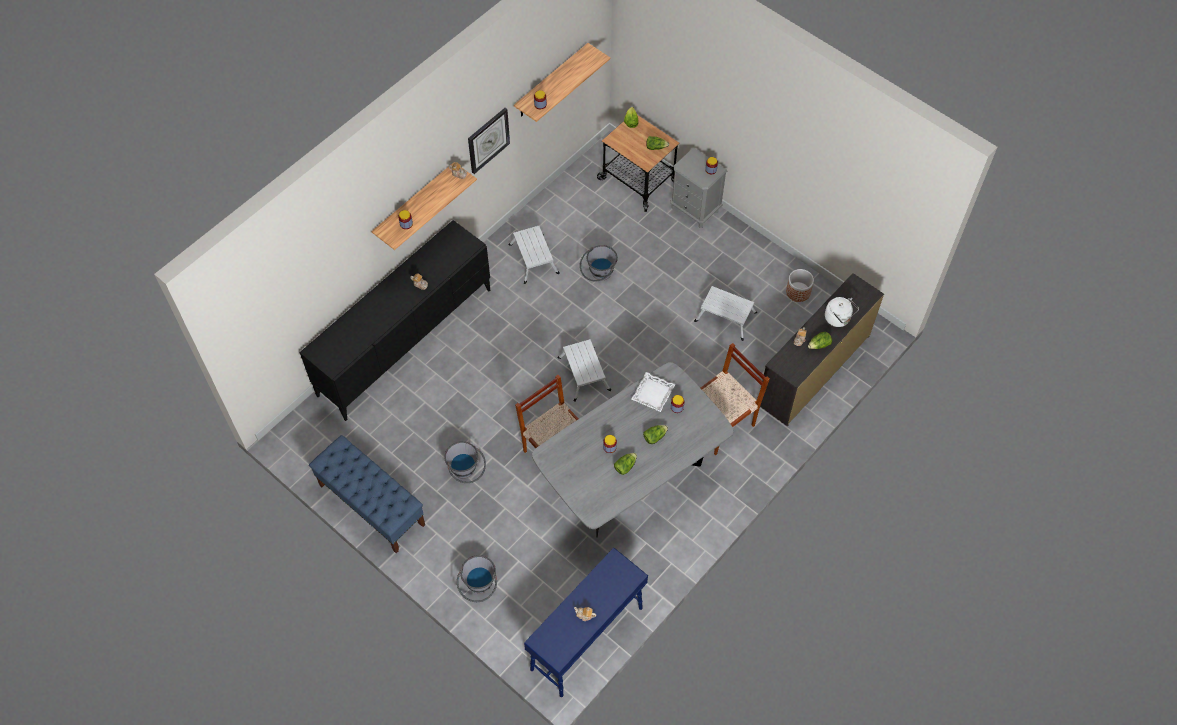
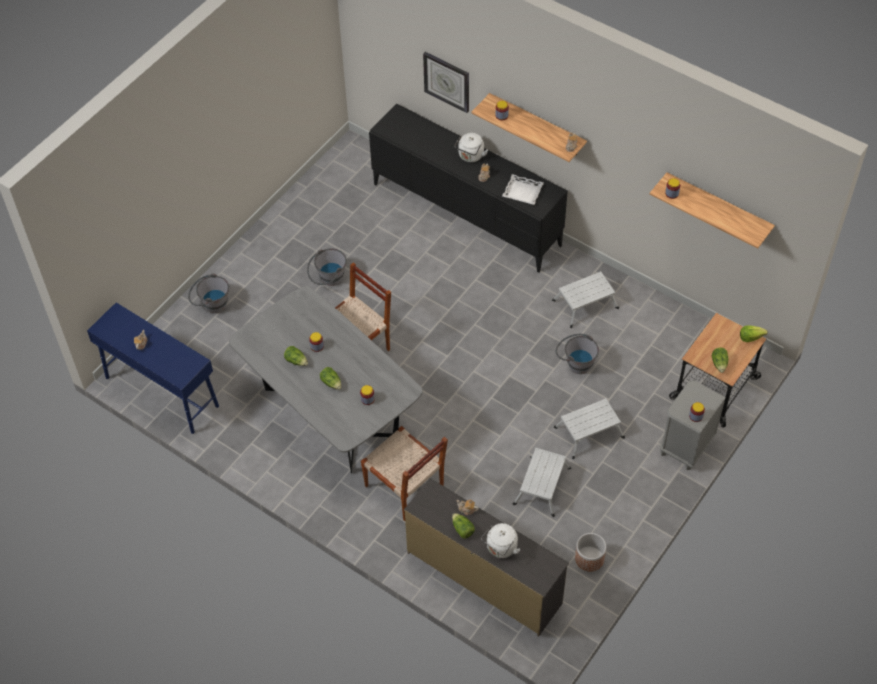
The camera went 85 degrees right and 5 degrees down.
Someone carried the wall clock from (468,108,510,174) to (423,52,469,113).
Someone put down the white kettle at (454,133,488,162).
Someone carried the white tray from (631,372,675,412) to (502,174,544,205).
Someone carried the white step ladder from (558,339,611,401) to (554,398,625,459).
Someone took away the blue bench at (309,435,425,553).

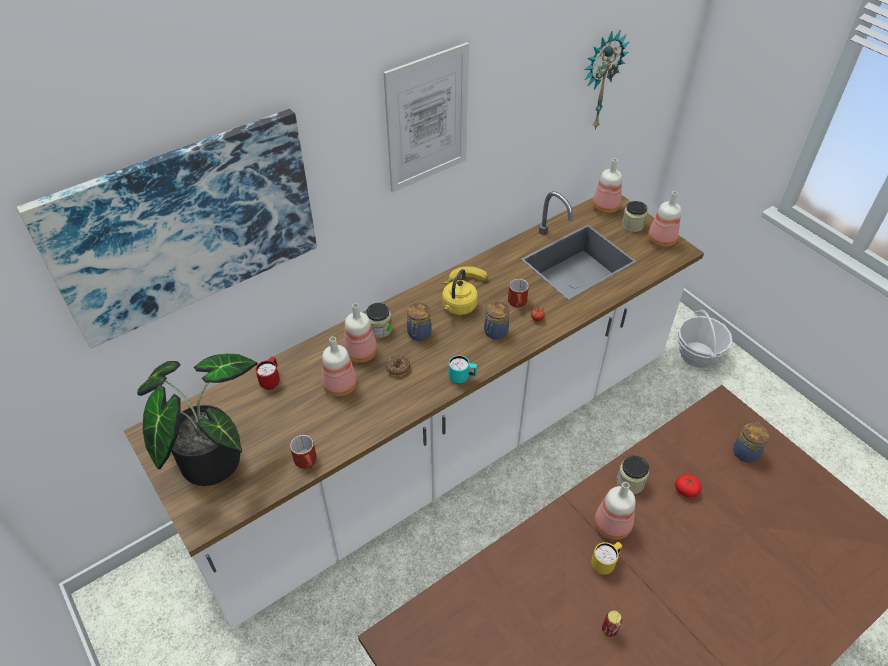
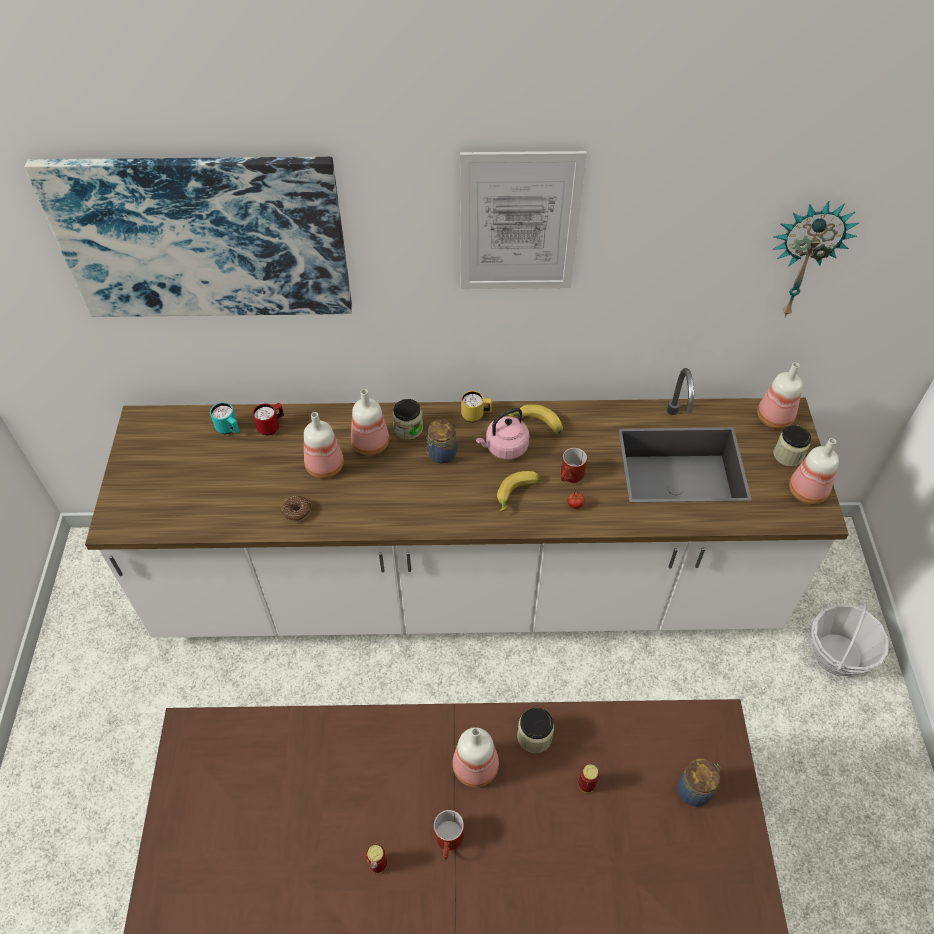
The camera went 35 degrees right and 5 degrees up.
Someone carried the turquoise mug from (449,355,477,384) to (210,402,239,434).
Someone carried the donut from (386,355,411,376) to (282,496,311,522).
Someone carried the red mug from (290,435,317,469) to (434,810,464,859).
Someone carried the yellow mug from (591,542,622,575) to (461,391,492,422).
Someone repainted the yellow kettle at (442,269,478,315), which became the pink kettle at (476,408,529,460).
Someone swapped the jar at (484,302,509,340) for the banana at (497,471,541,512).
Someone swapped the tomato at (675,474,702,498) for the can at (578,764,600,793).
Someone took away the potted plant at (137,354,258,486).

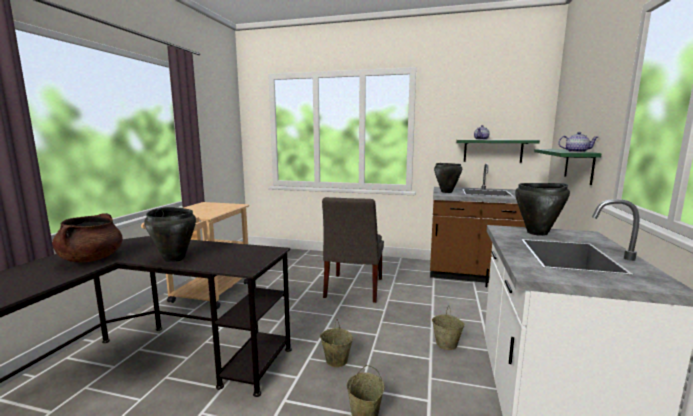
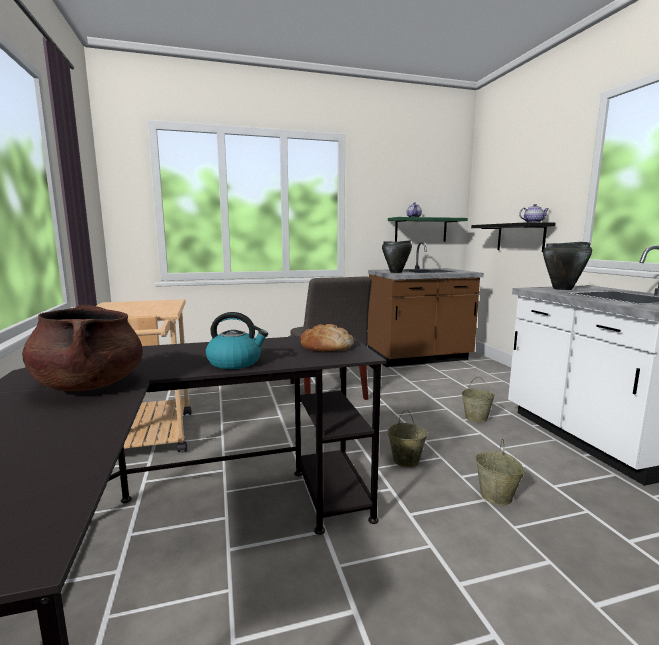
The camera went 30 degrees left and 0 degrees up.
Someone swapped the black cooking pot at (144,207,196,262) for the kettle at (206,312,268,369).
Someone put down the bread at (300,324,354,352).
Someone repainted the green shelf at (534,149,602,185), which became the black shelf at (471,222,556,252).

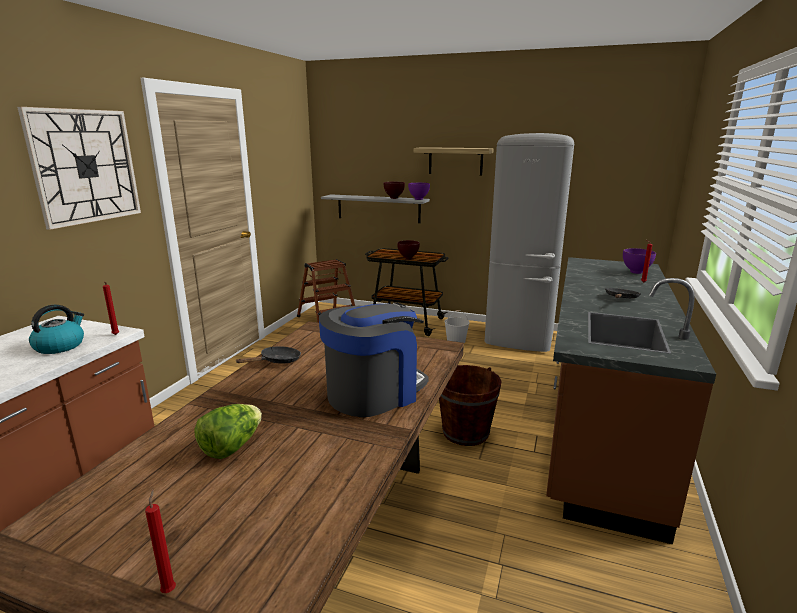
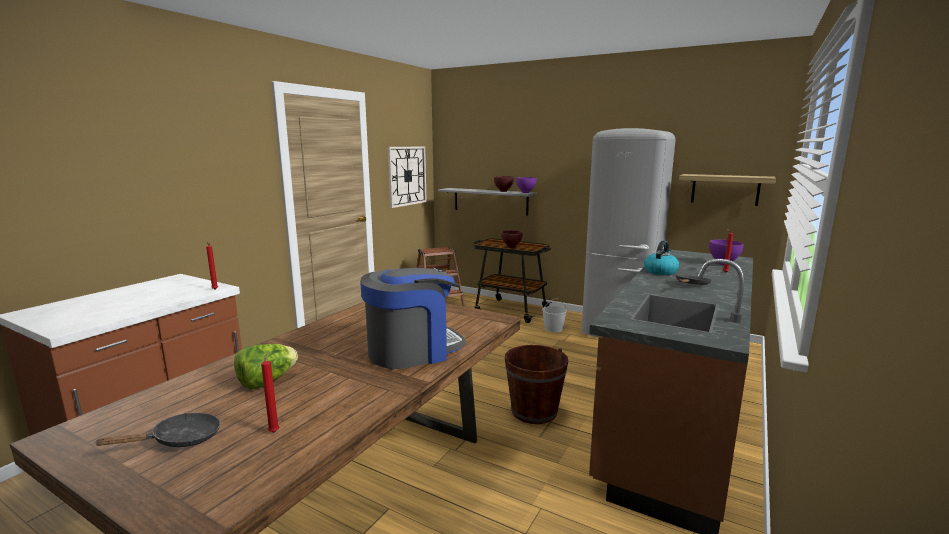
The camera went 10 degrees right and 5 degrees down.
Someone carried the black frying pan from (236,346,301,364) to (94,413,220,447).
Someone carried the red candle from (145,490,176,593) to (261,351,279,433).
Someone carried the wall clock from (17,107,141,230) to (387,147,427,208).
Someone carried the kettle from (29,305,84,354) to (644,241,679,275).
Someone carried the shelf from (413,147,494,176) to (679,174,776,206).

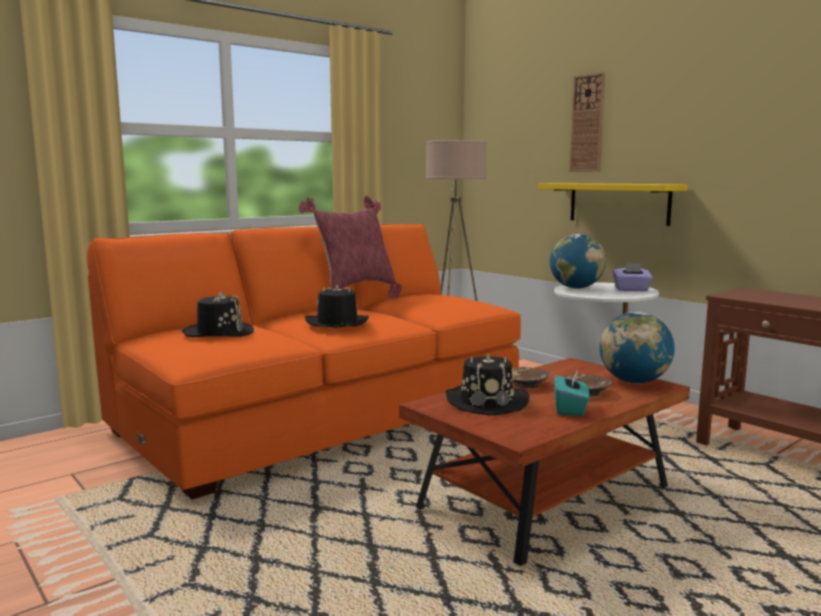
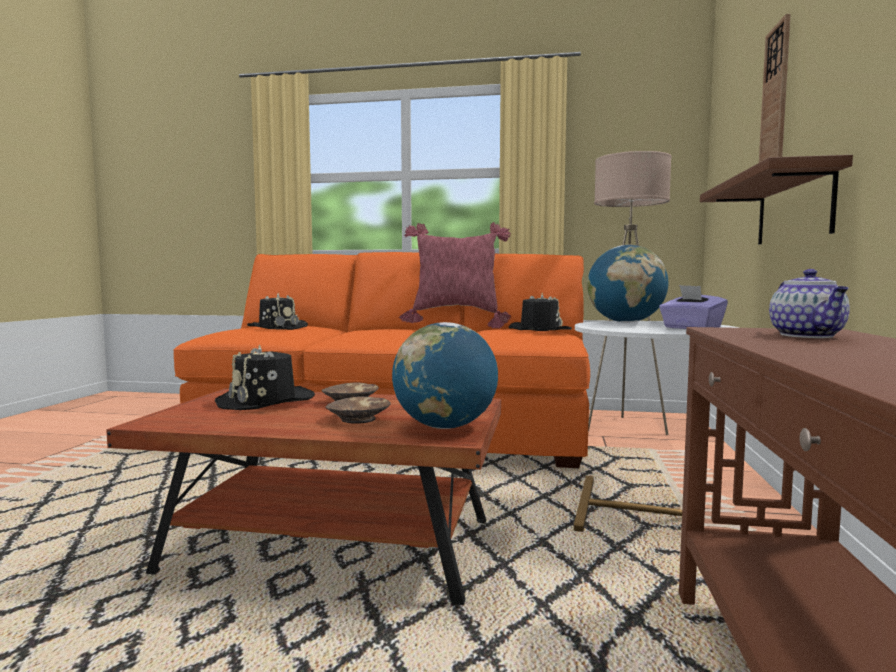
The camera went 50 degrees right and 5 degrees down.
Someone carried the black hat from (305,285,369,328) to (509,293,572,331).
Someone repainted the yellow shelf at (538,183,688,226), which became the brown shelf at (700,155,853,244).
Someone put down the teapot at (769,269,850,338).
Someone took away the turquoise tissue box at (554,371,589,416).

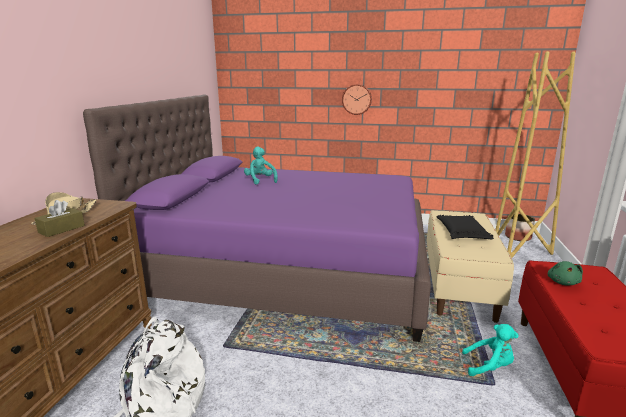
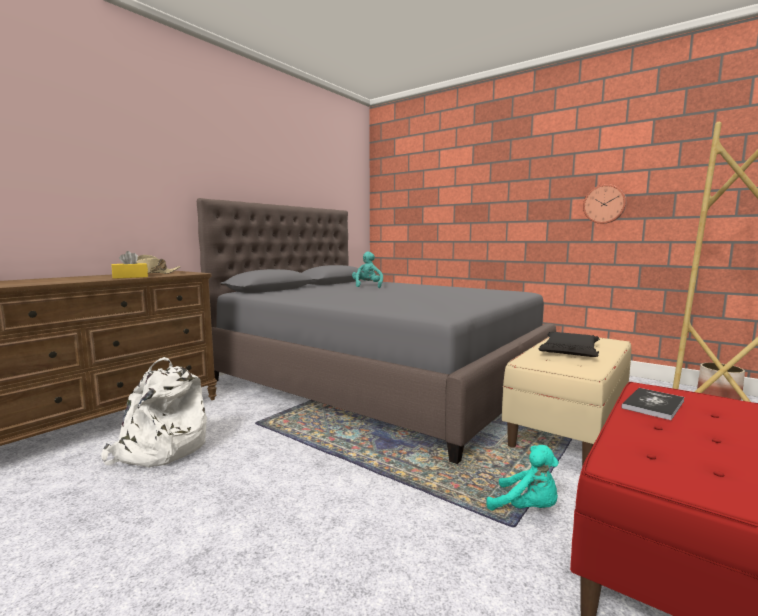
The camera went 25 degrees right and 10 degrees down.
Someone repainted the brown tissue box at (34,200,85,237), which became the yellow tissue box at (111,251,148,279).
Someone repainted the purple bed at (83,94,431,342), which became the grey bed at (197,198,556,464).
Someone carried the wall clock from (342,84,372,115) to (583,184,626,224).
Someone swapped the green plush toy at (548,261,583,286) for the book at (621,388,684,420).

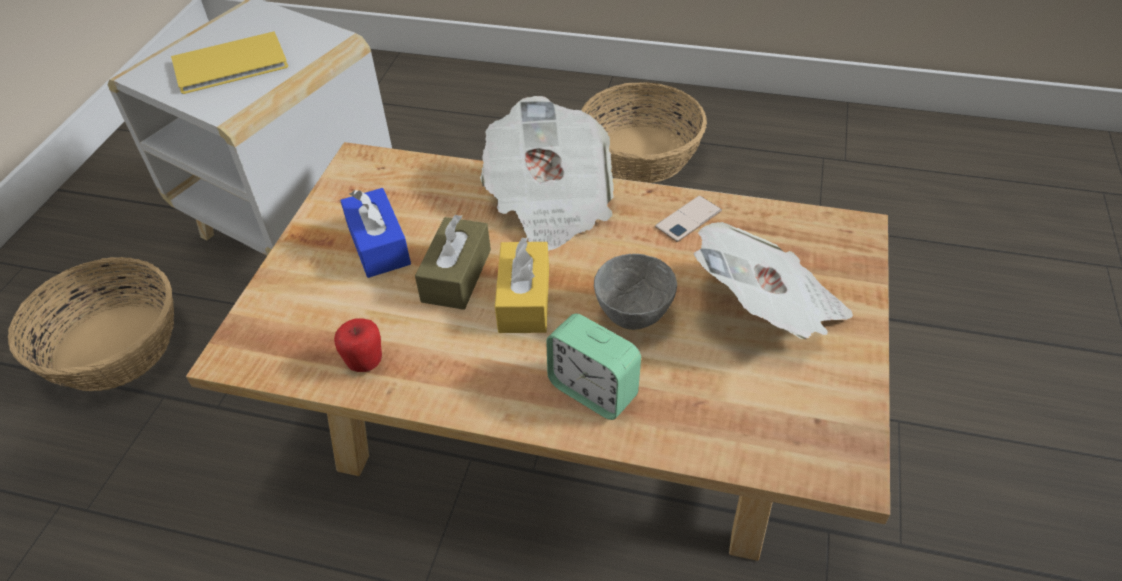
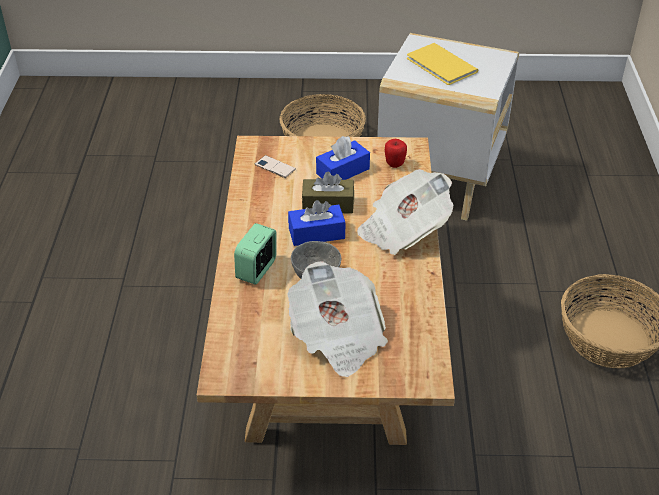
The camera went 75 degrees right and 5 degrees down.
Someone carried the phone from (655,196,722,242) to (255,155,296,178).
Someone repainted the yellow tissue box at (495,237,549,333), which became the blue tissue box at (288,200,345,246).
Someone carried the apple from (334,318,382,372) to (385,139,407,168).

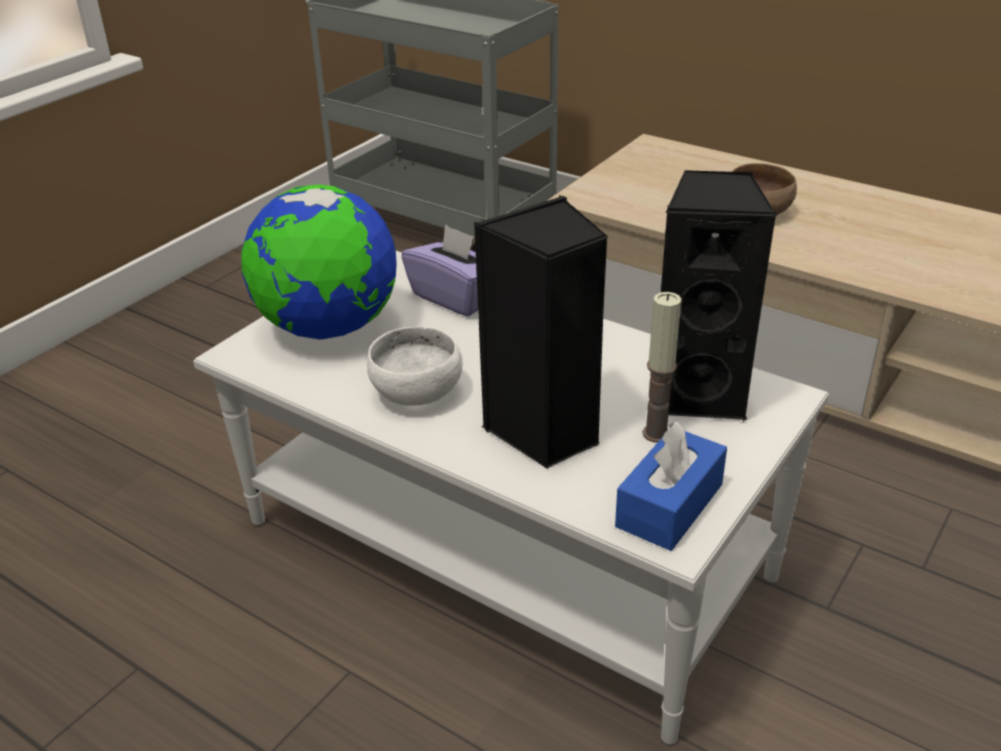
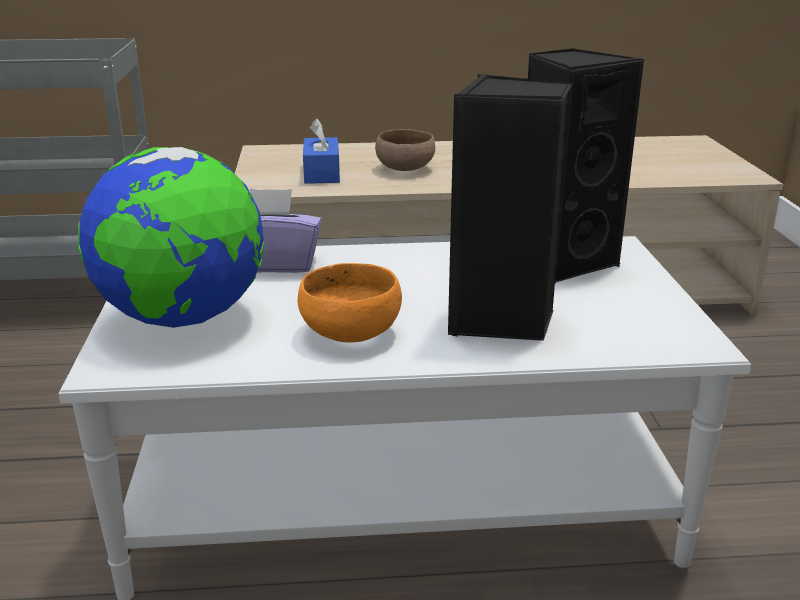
The camera went 40 degrees left and 10 degrees down.
Someone repainted the white bowl at (367,327,463,406), which became the orange bowl at (298,263,402,342).
Someone carried the blue tissue box from (615,422,727,551) to (303,118,340,184).
Someone took away the candle at (642,292,682,443).

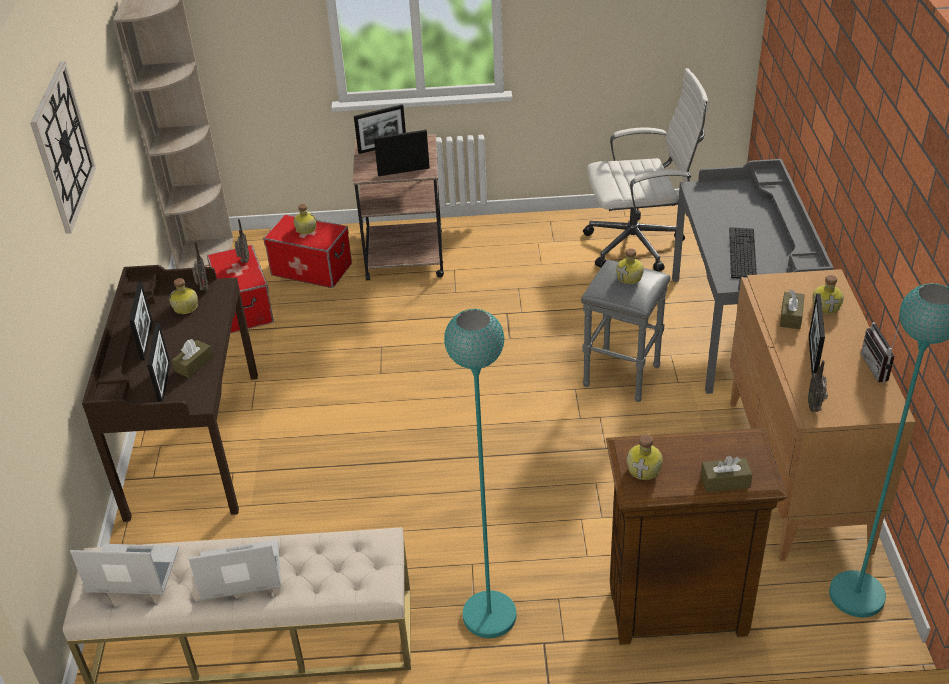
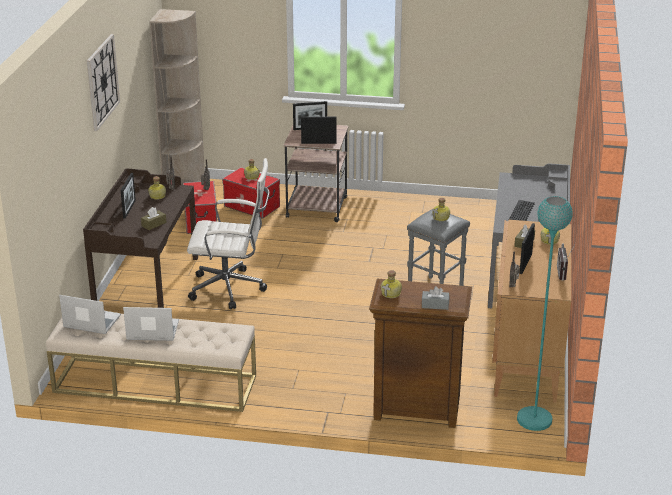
The camera went 10 degrees right and 10 degrees down.
Someone carried the white office chair from (583,68,708,272) to (187,158,270,309).
Someone repainted the brown tissue box at (700,456,752,492), which became the grey tissue box at (422,286,449,310).
Someone took away the picture frame at (147,323,170,402).
Someone took away the turquoise floor lamp at (444,309,516,638).

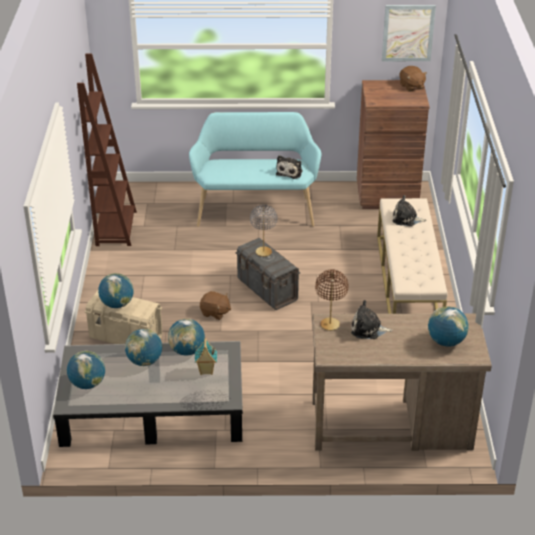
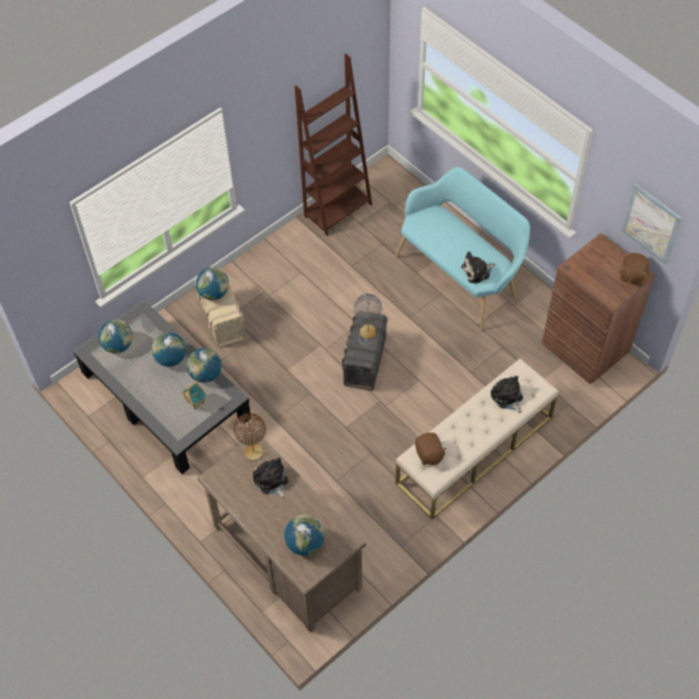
The camera went 50 degrees right and 20 degrees up.
Someone carried the brown plush toy from (200,291,231,320) to (415,433,447,465).

